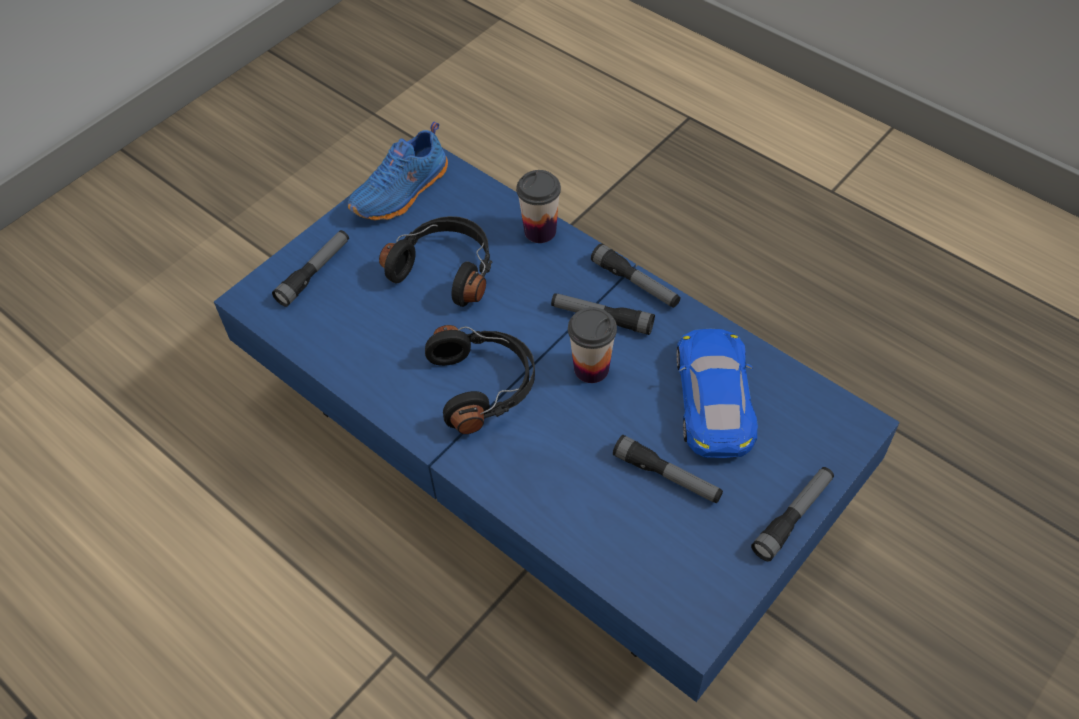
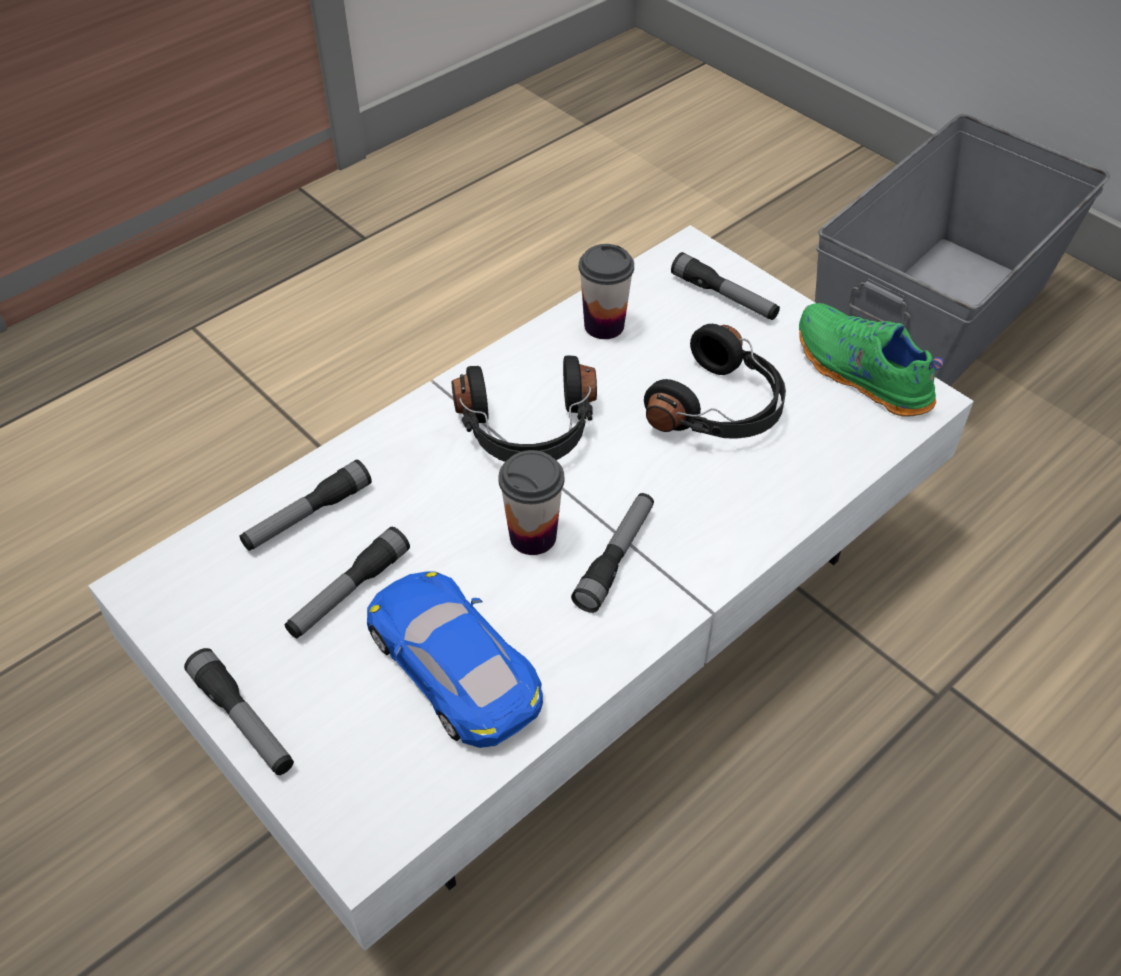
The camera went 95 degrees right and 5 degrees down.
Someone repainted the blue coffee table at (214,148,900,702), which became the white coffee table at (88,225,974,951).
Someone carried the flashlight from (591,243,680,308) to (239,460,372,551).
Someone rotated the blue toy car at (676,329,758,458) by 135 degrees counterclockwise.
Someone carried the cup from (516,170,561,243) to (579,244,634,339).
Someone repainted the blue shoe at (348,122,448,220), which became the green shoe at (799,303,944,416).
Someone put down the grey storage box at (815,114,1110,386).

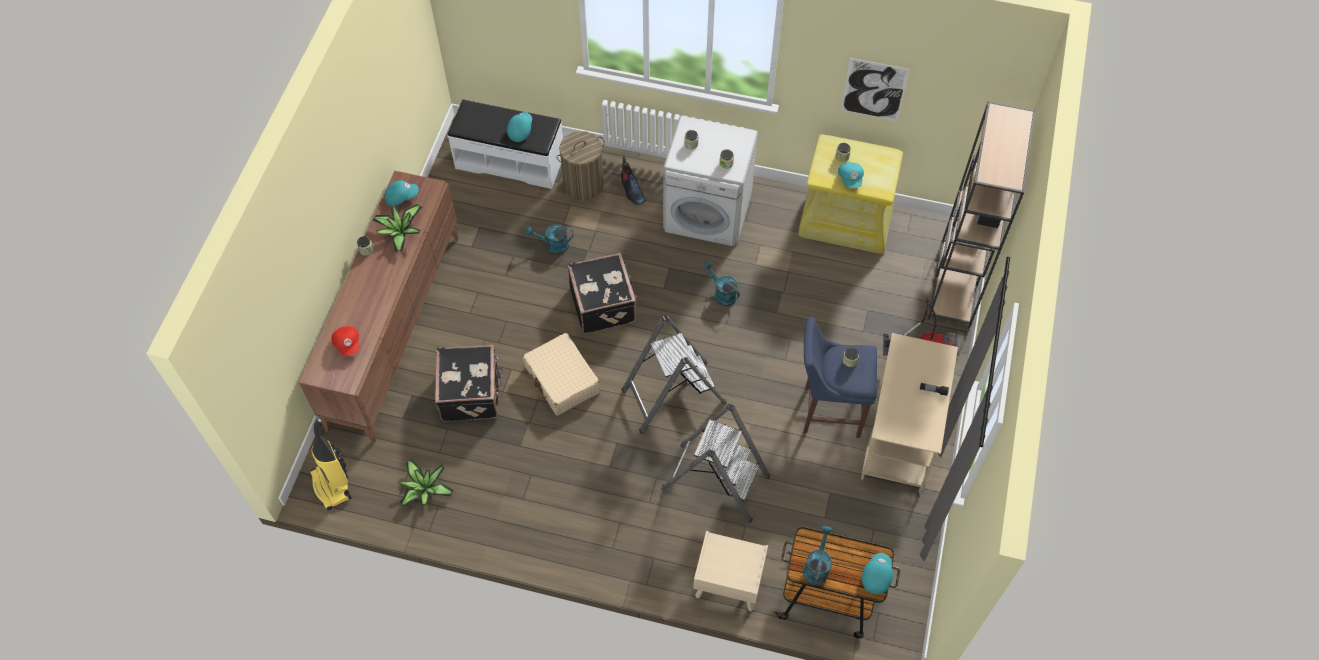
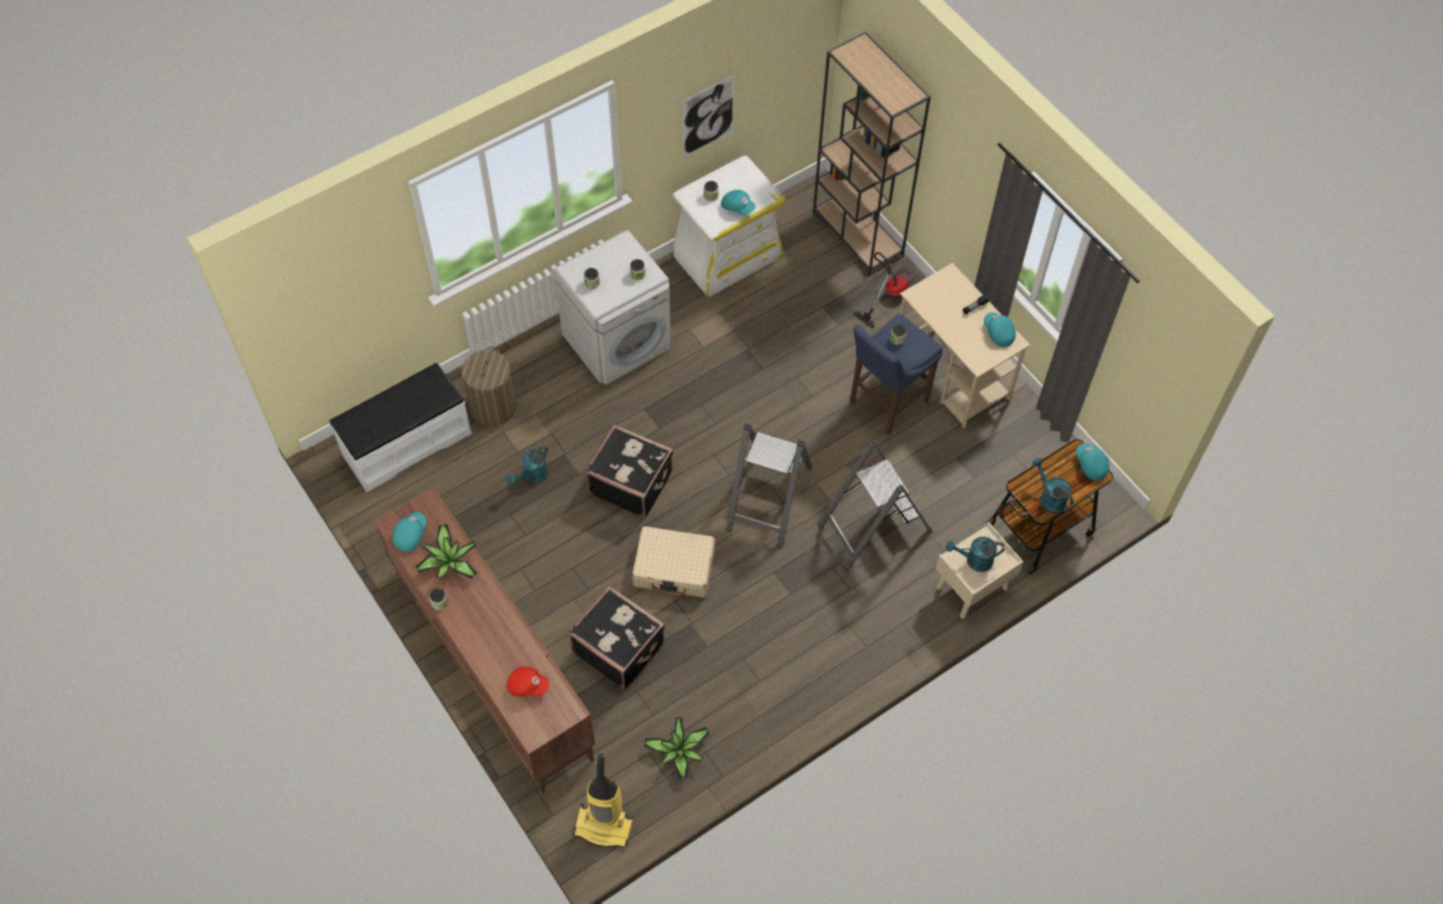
The camera went 50 degrees left and 0 degrees up.
Someone repainted the yellow nightstand at (798,134,903,254), which became the white nightstand at (673,156,786,296).
Someone carried the turquoise watering can from (703,262,740,306) to (946,537,1004,572).
Someone carried the turquoise cap from (507,112,532,142) to (984,312,1016,347).
Someone took away the boot at (621,157,645,205).

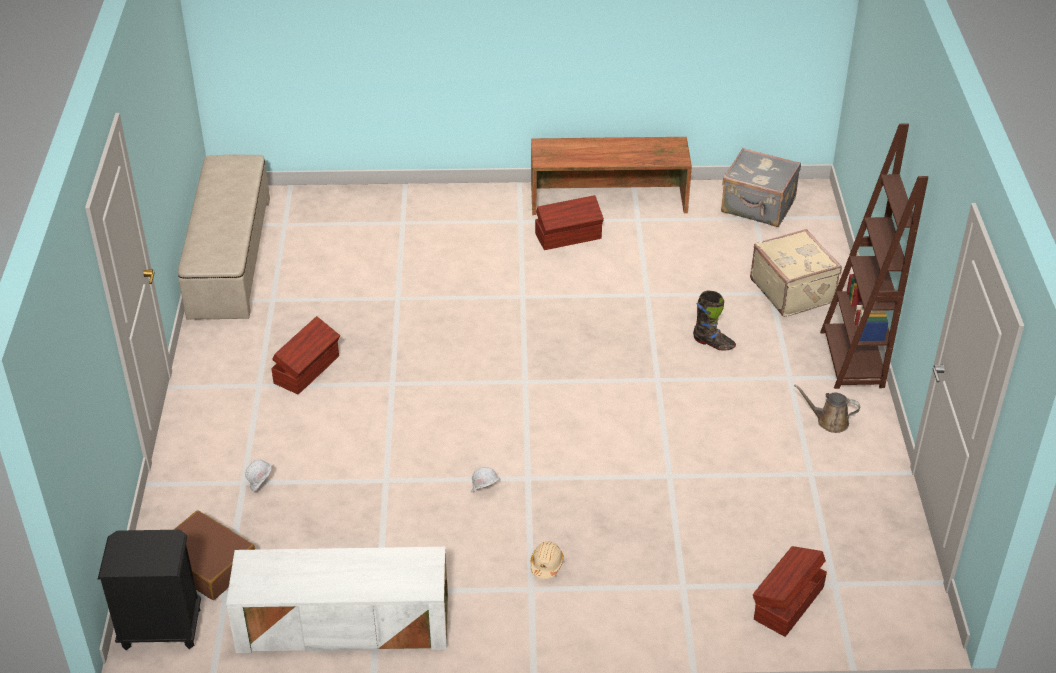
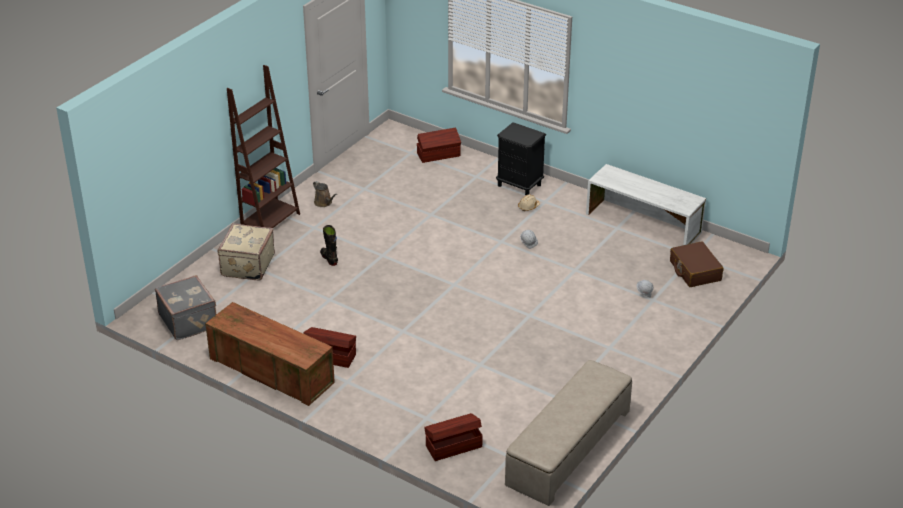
The camera went 145 degrees left and 5 degrees down.
Someone carried the brown storage box from (271,316,340,395) to (424,413,483,461).
Someone carried the black nightstand from (98,530,201,650) to (496,122,546,196).

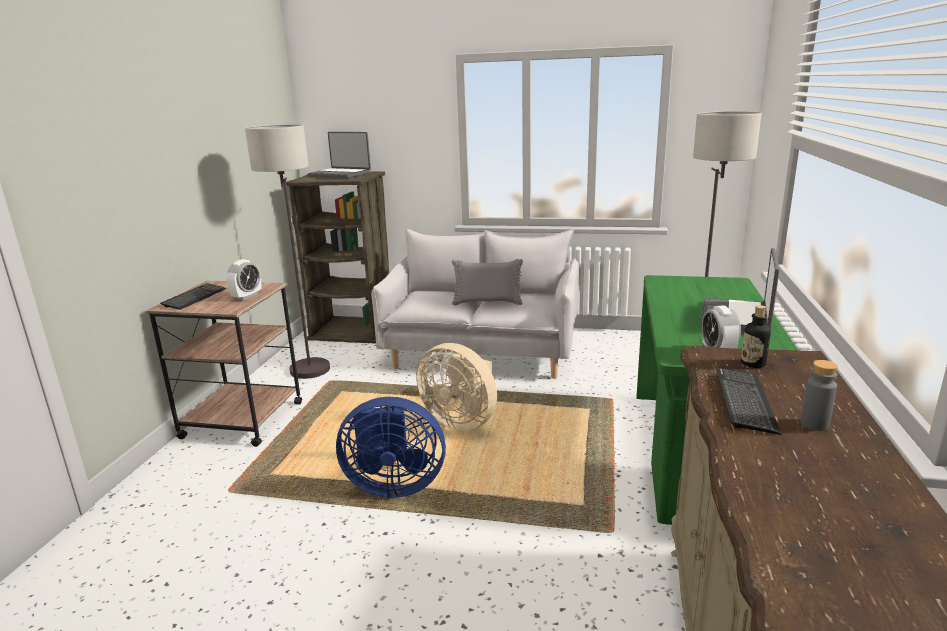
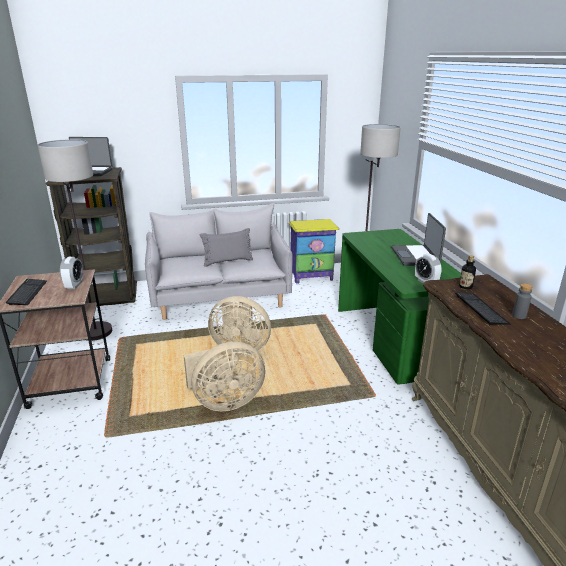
The camera went 25 degrees left and 5 degrees up.
Someone repainted the blue fan at (336,397,446,498), which became the beige fan at (184,342,266,411).
Someone put down the nightstand at (289,219,340,284).

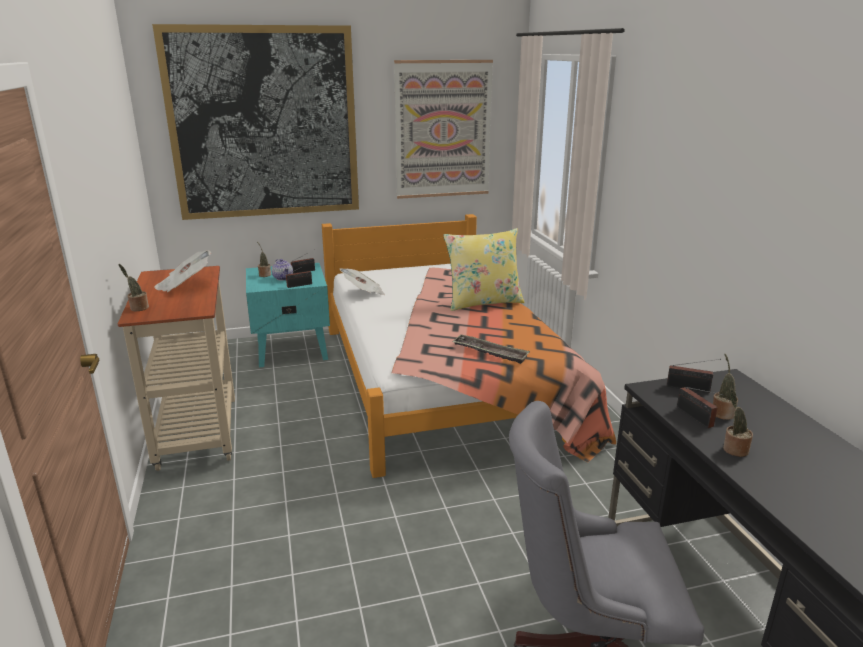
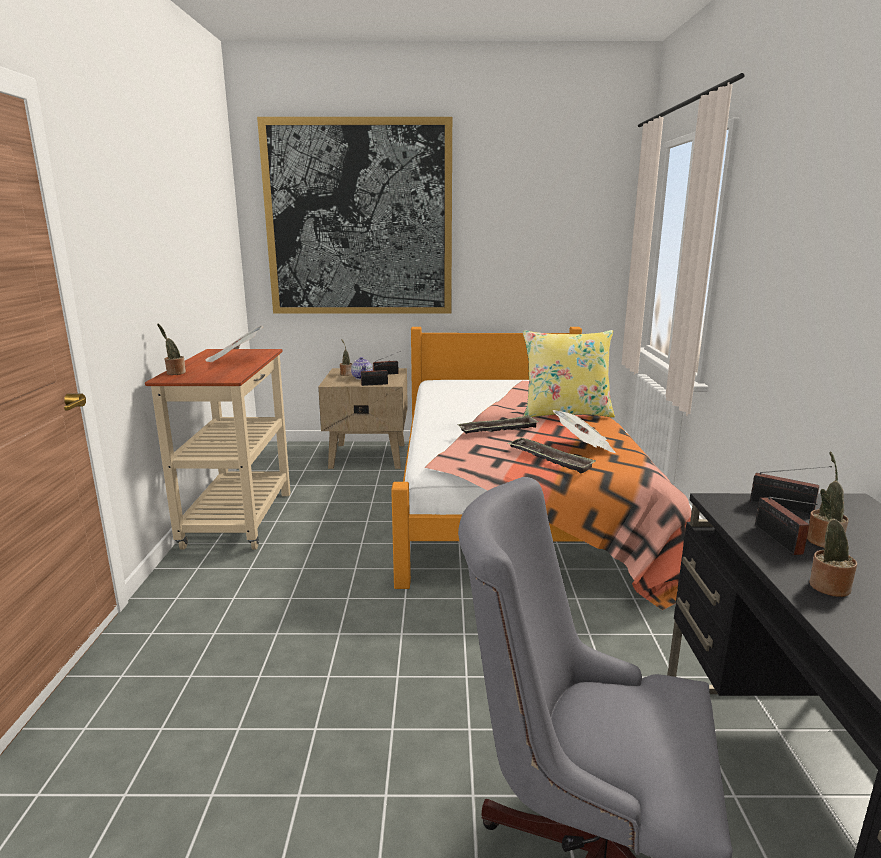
The camera went 15 degrees right and 5 degrees down.
Someone repainted the turquoise nightstand at (246,263,330,368), which became the beige nightstand at (318,368,408,469).
Someone put down the tray at (457,415,539,434).
Someone carried the newspaper from (339,268,385,295) to (553,410,616,453).
Someone took away the picture at (394,60,493,199).

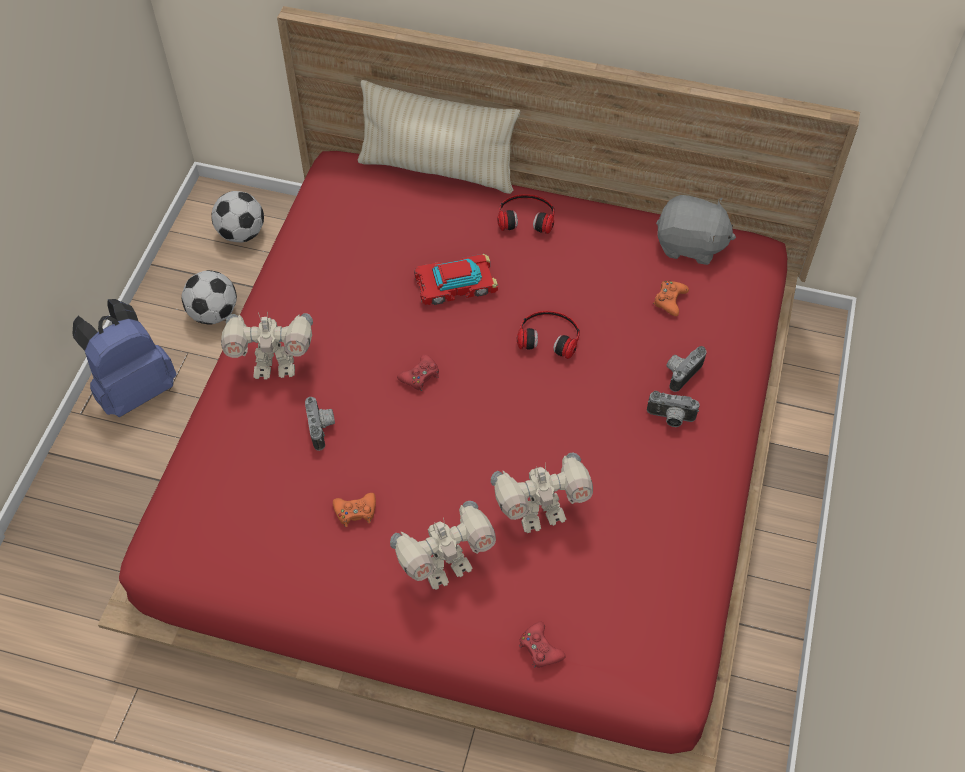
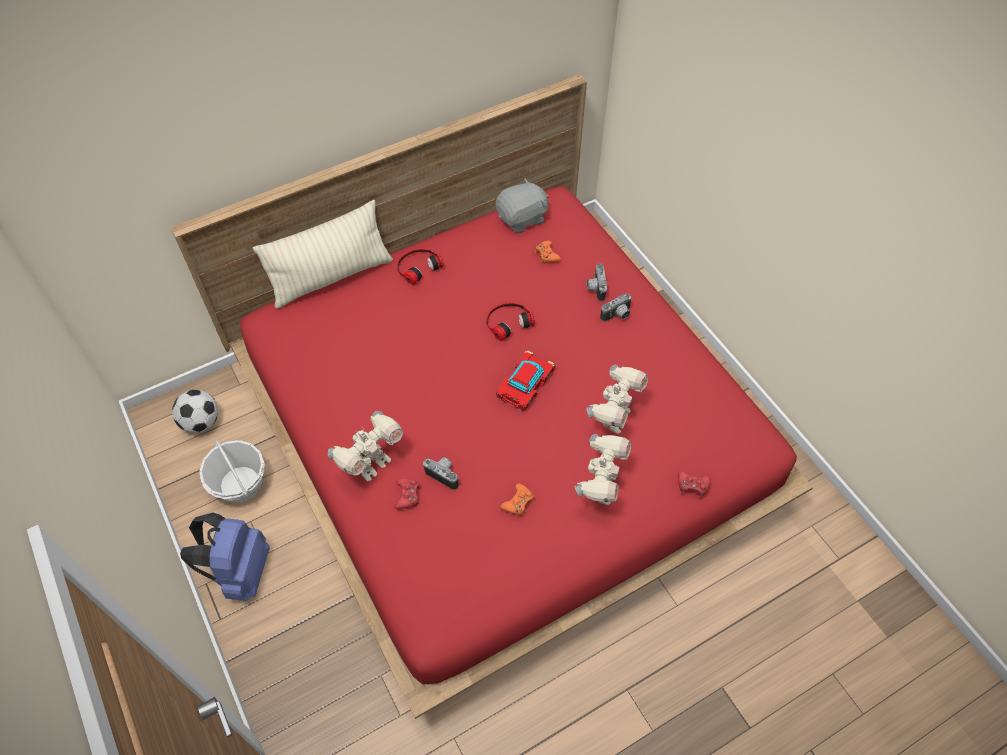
The camera went 45 degrees left and 0 degrees up.
Someone swapped the football at (182,270,237,325) for the basket at (199,440,264,503).
Someone carried the red game controller from (397,354,439,391) to (395,478,420,509).
Someone carried the toy car from (414,254,498,305) to (496,351,556,411).

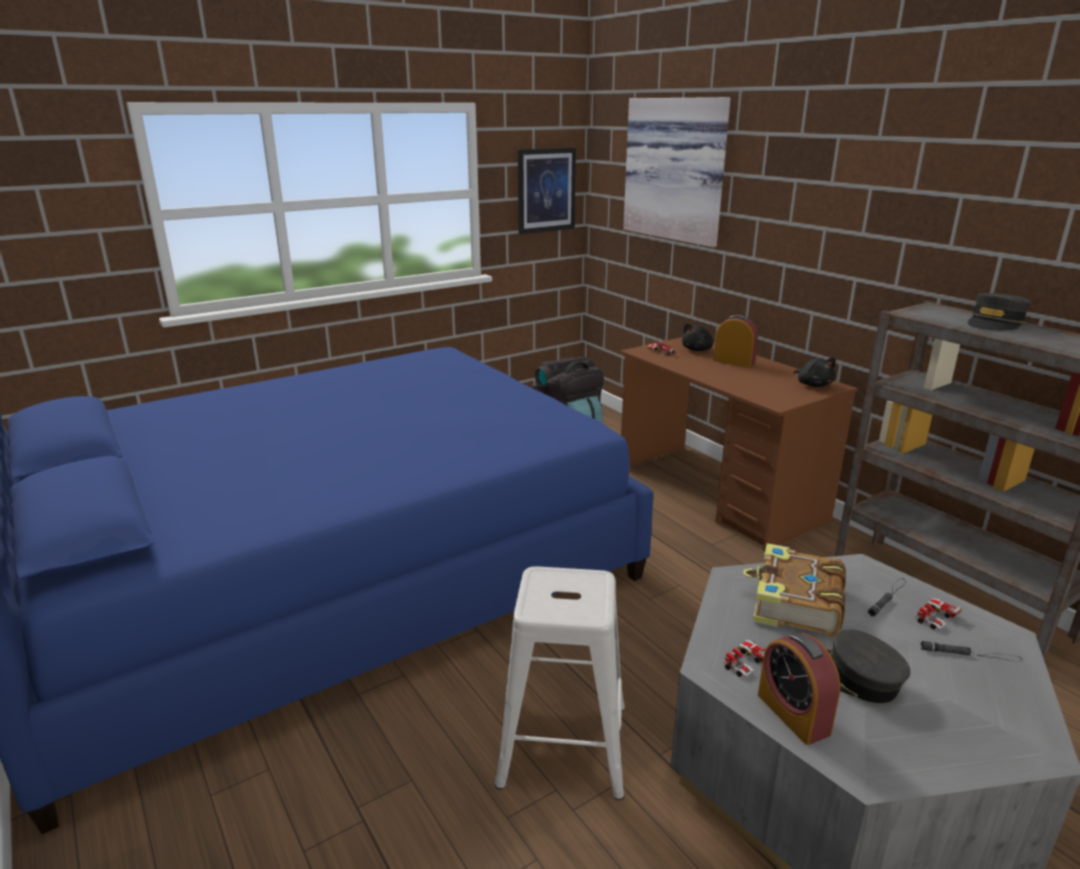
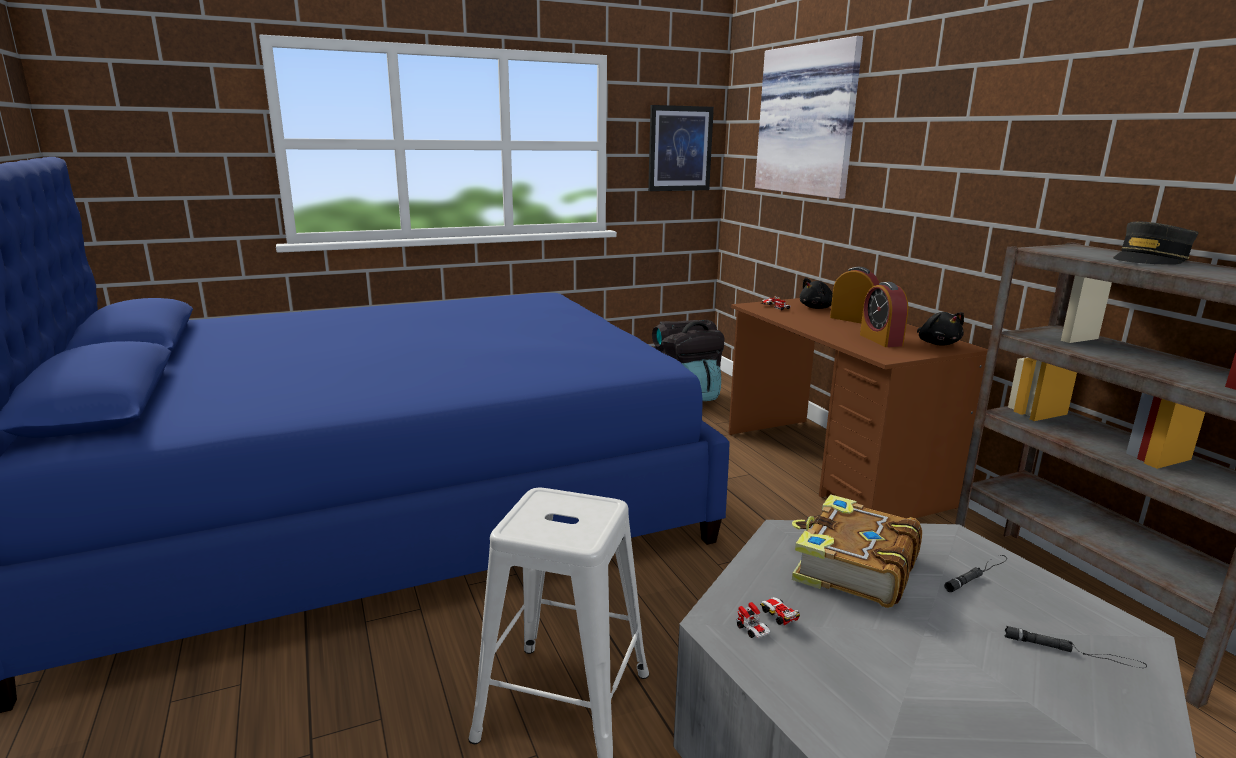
The camera went 10 degrees right and 5 degrees down.
Someone carried the alarm clock from (758,632,841,745) to (860,282,908,347).
Someone took away the grey cap at (827,629,910,703).
Someone took away the toy car at (916,598,962,630).

